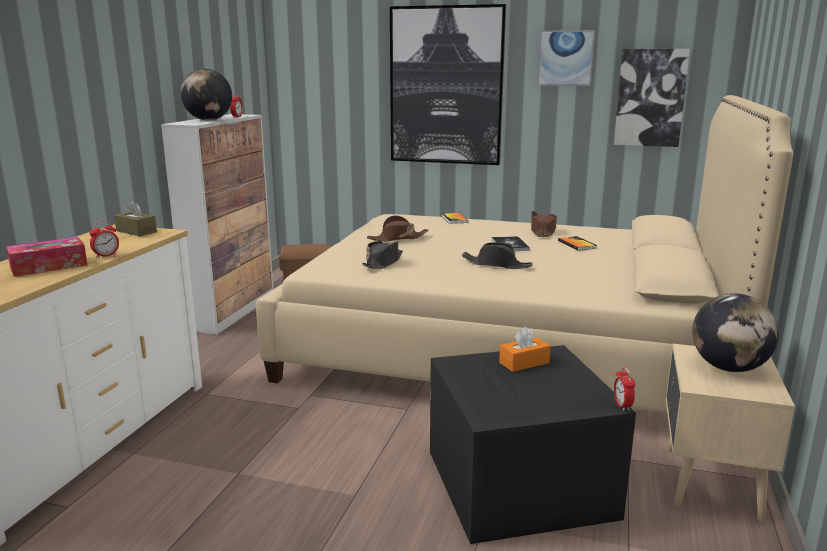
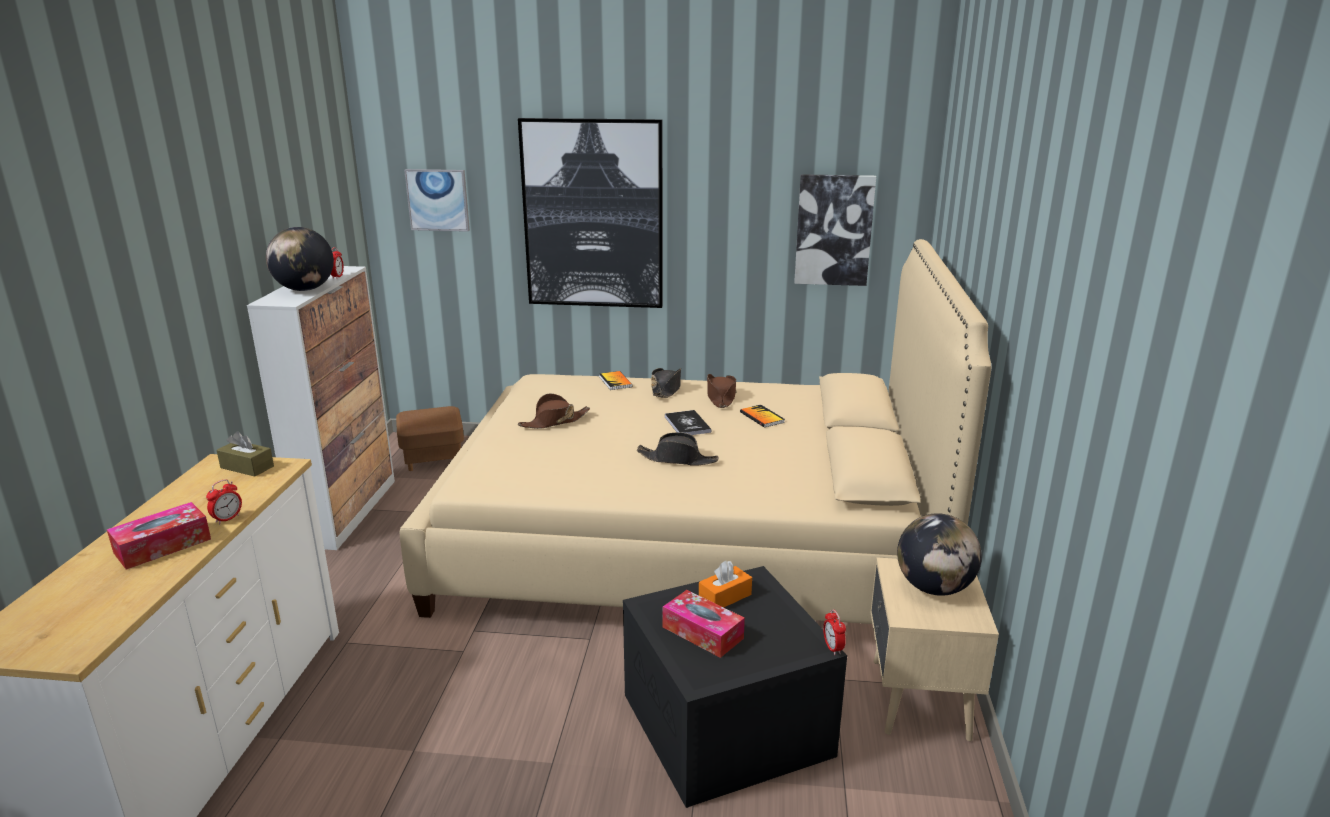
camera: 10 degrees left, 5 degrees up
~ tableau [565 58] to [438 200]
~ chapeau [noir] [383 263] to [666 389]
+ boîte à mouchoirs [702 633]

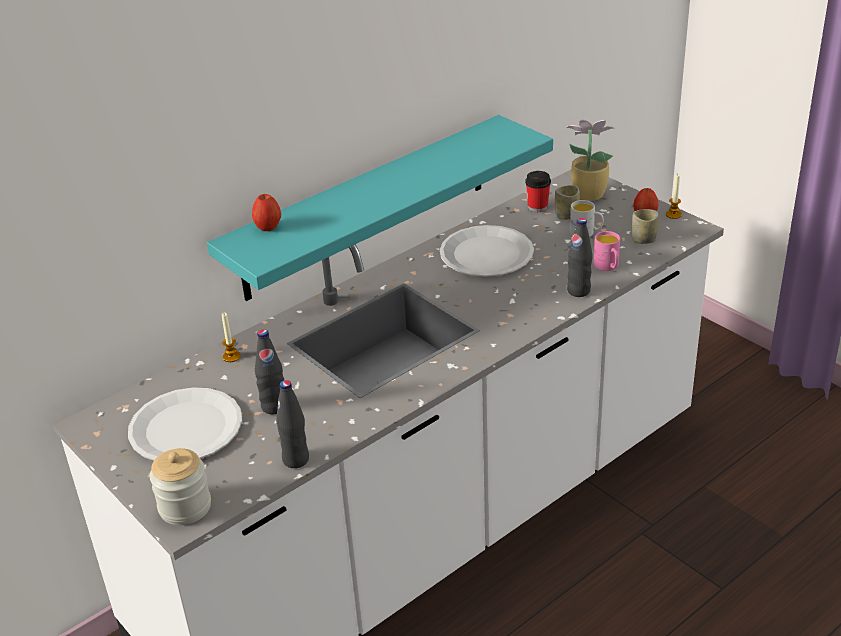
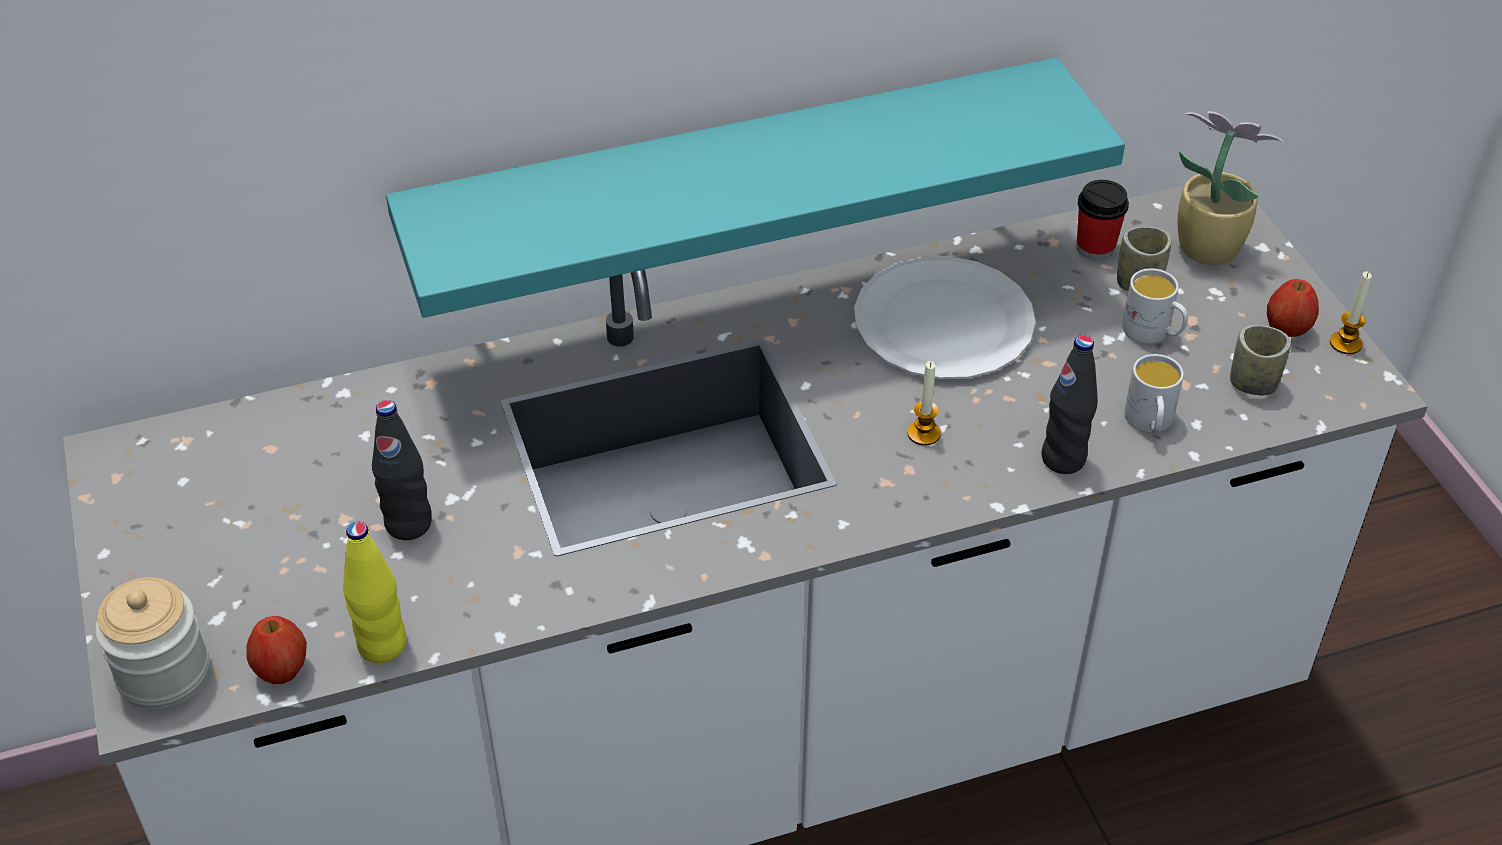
camera: 20 degrees right, 10 degrees up
~ pomme [268 227] to [282 671]
~ bouteille [noir] [296 459] to bouteille [jaune] [382 645]
~ bougie [231 356] to [923 433]
~ mug [rose] [608 267] to mug [blanc] [1149 423]
- assiette [blanc] [186 428]

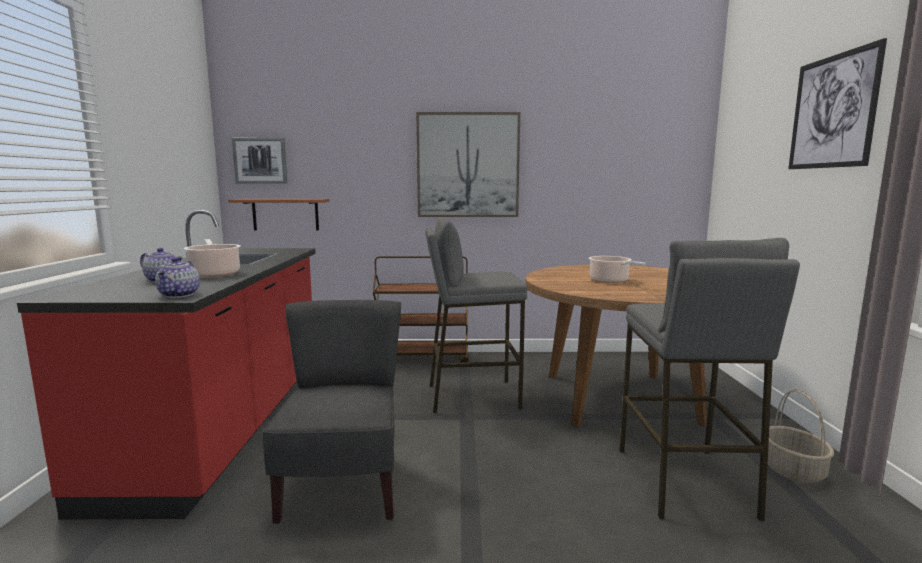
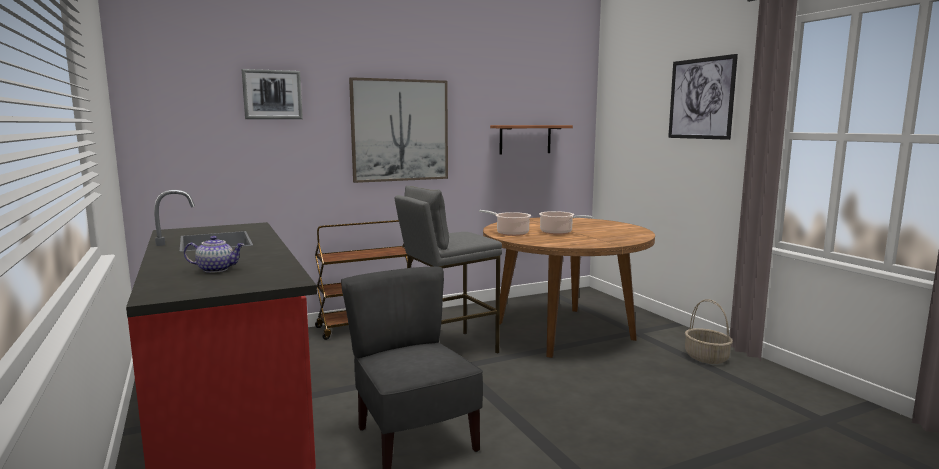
camera: 25 degrees left, 0 degrees up
~ tableau [260 161] to [272 94]
~ marmite [215 273] to [510 233]
~ étagère [285 214] to [525 139]
- théière [180 295]
- tabouret [gris] [684 482]

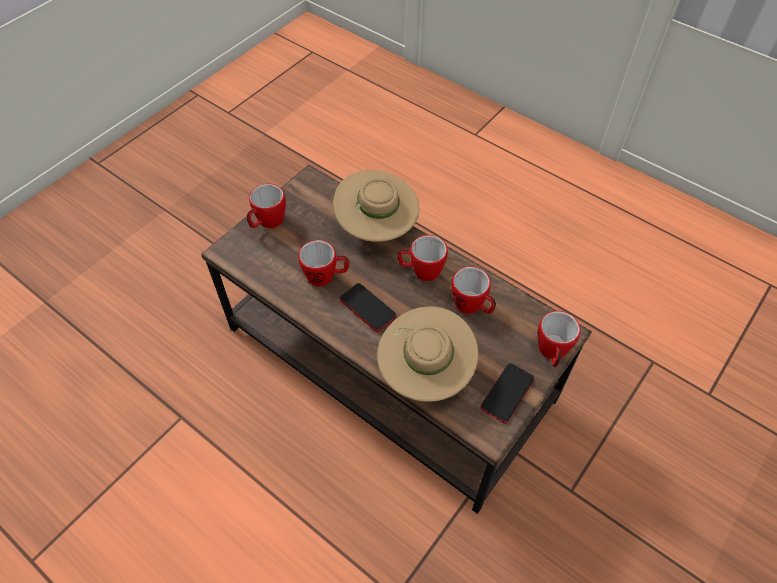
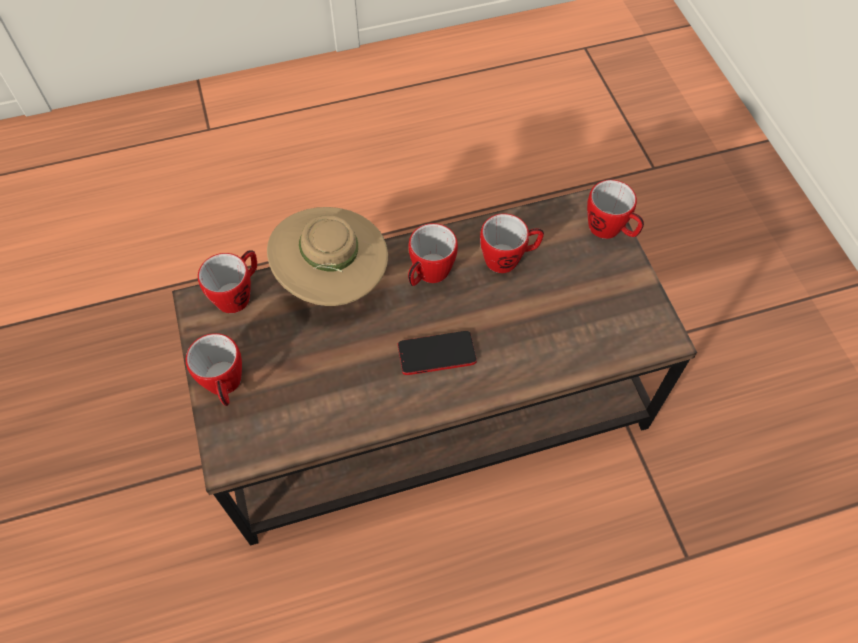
camera: 55 degrees left, 5 degrees up
~ mug [326 276] to [238 293]
- chapeau [beige] [425 372]
- téléphone [507 393]

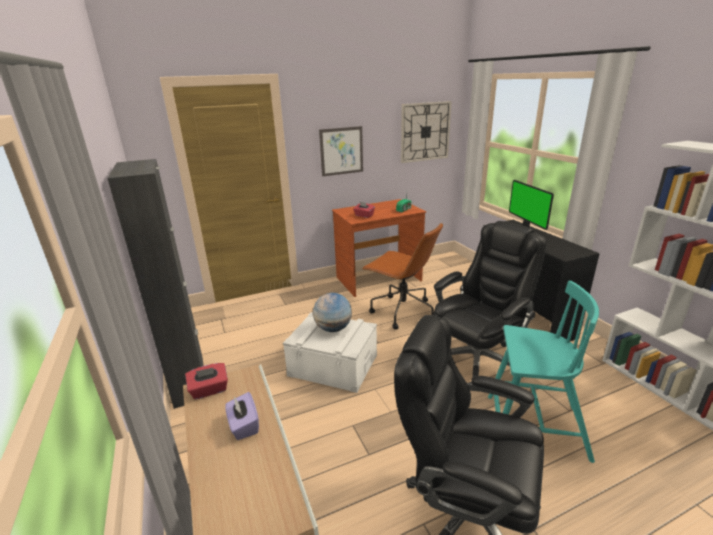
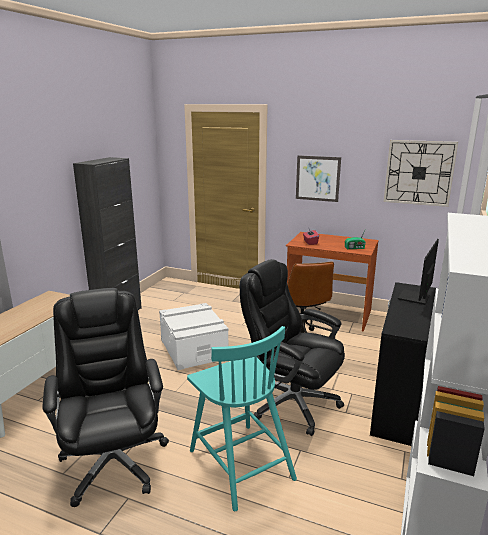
camera: 45 degrees right, 5 degrees down
~ chaise de bureau [noir] [478 359] = [291 403] 150 degrees counterclockwise
- boîte à mouchoirs [rouge] [209 390]
- boîte à mouchoirs [violet] [244 425]
- globe [333 329]

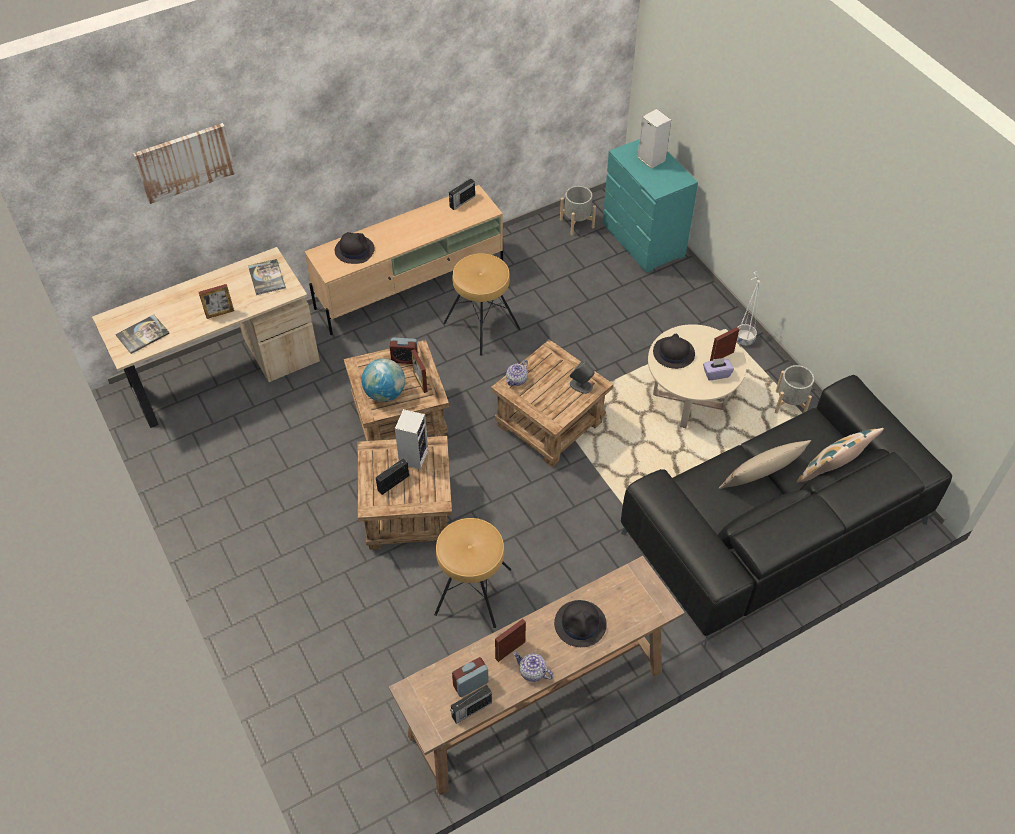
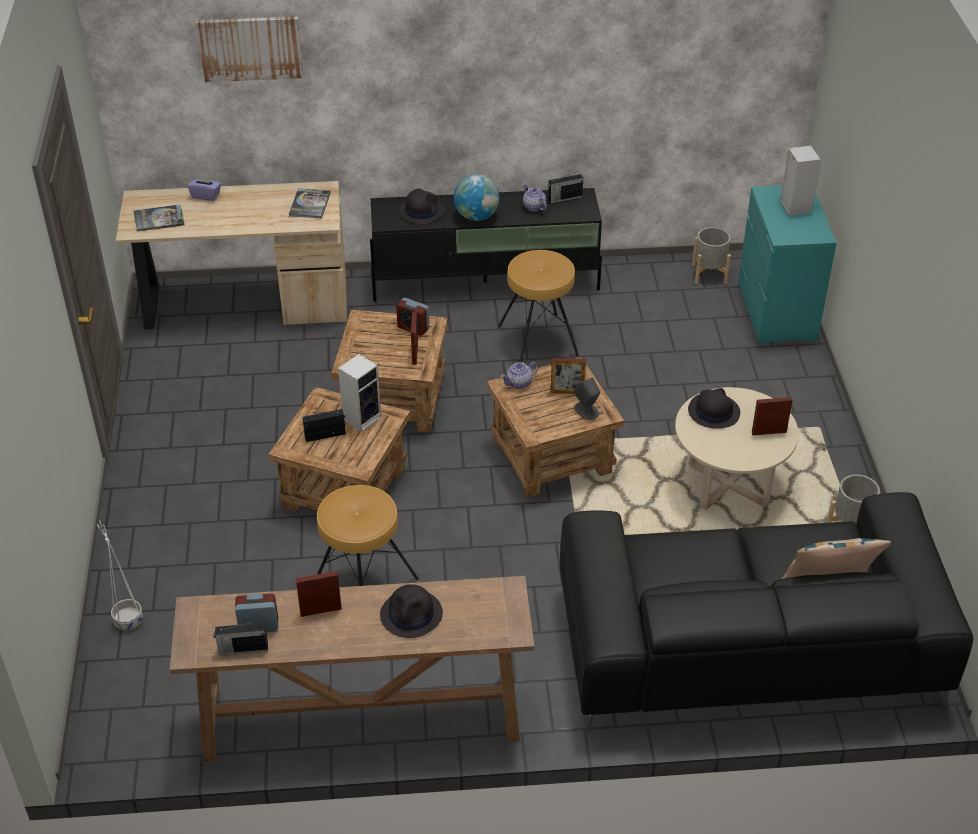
camera: 25 degrees right, 10 degrees down
~ cache-pot [blanc] [743 339] to [128 620]
~ boîte à mouchoirs [violet] [716 374] to [206 195]
~ meuble télé [beige] [411 286] to meuble télé [noir] [486 281]
~ globe [385 393] to [476 216]
~ théière [532 672] to [533 207]
~ cadre photo [220 313] to [567 392]
- coussin [beige] [761 476]

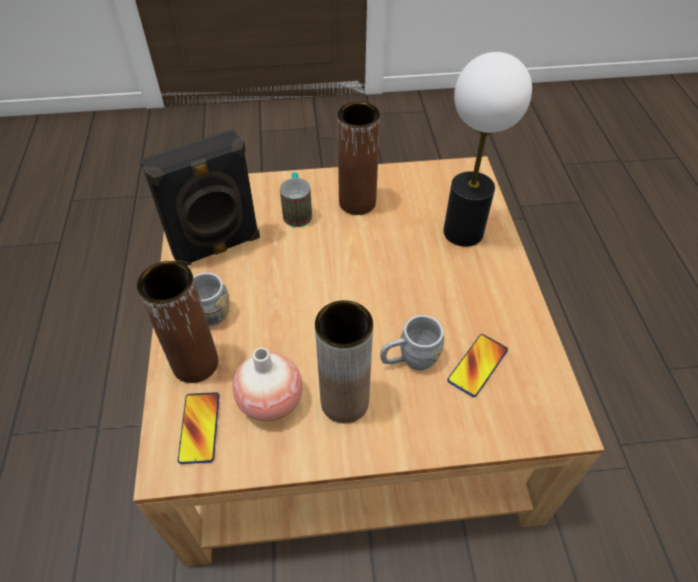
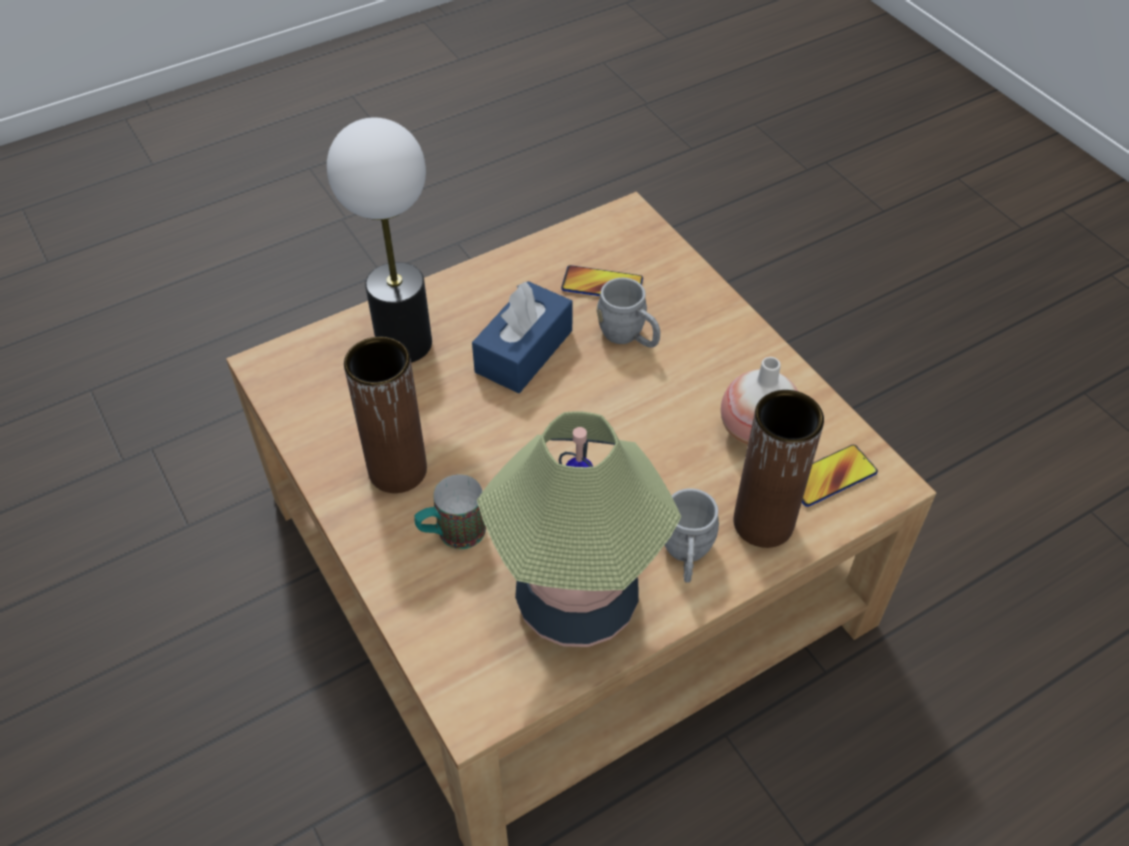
camera: 115 degrees left, 0 degrees up
+ boîte à mouchoirs [bleu] [524 351]
~ enceinte [noir] [217 248] to lampe de table [576 598]
- vase [marron] [344 402]

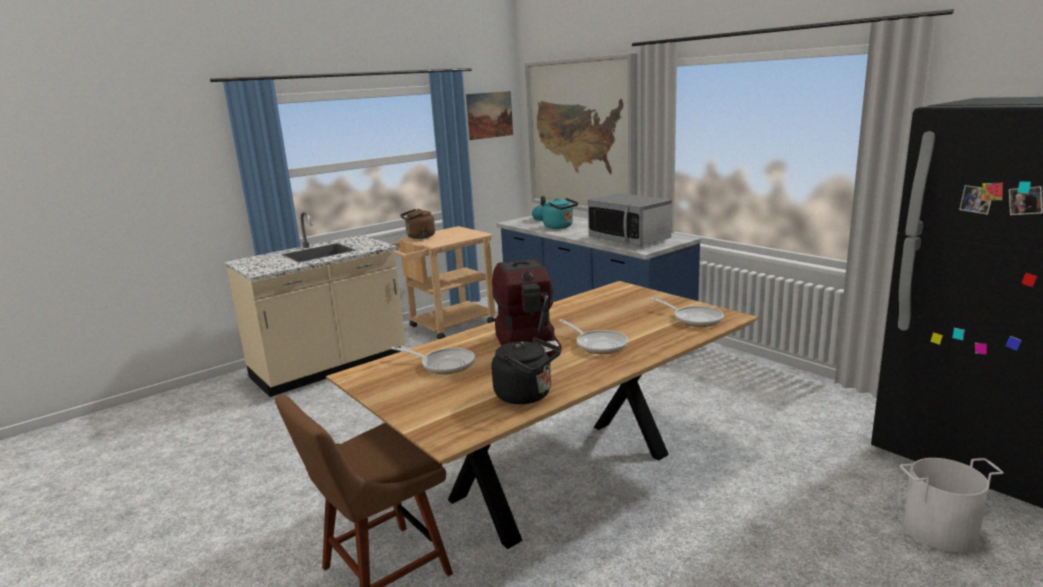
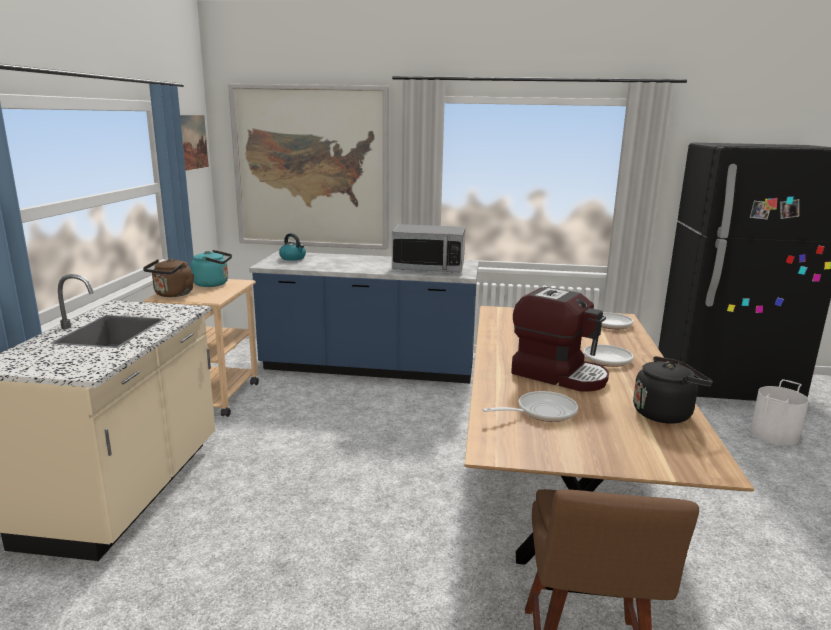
camera: 45 degrees left, 0 degrees up
~ bouilloire [turquoise] [560 227] to [213 284]

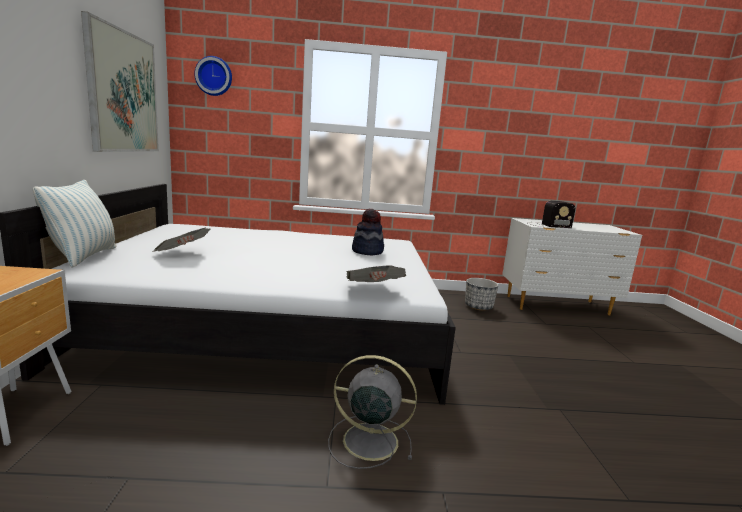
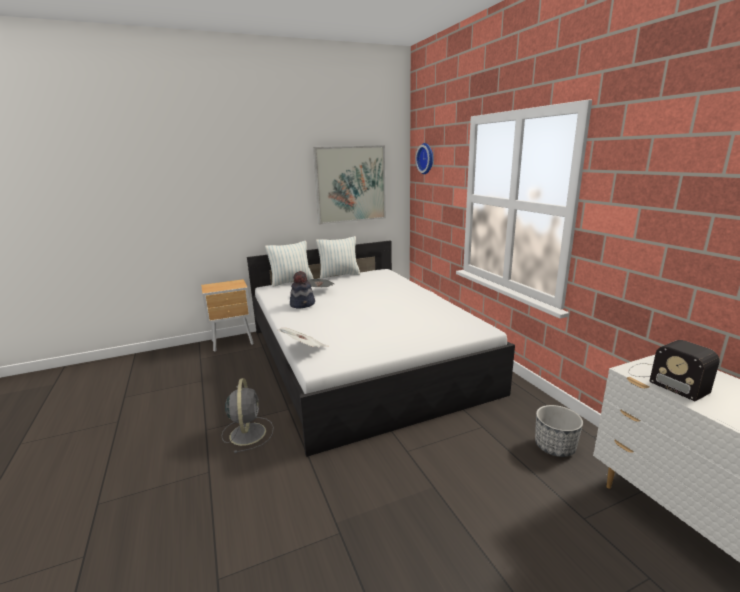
camera: 70 degrees right, 5 degrees up
~ chapeau [367 251] to [303 304]
+ coussin [339 275]

